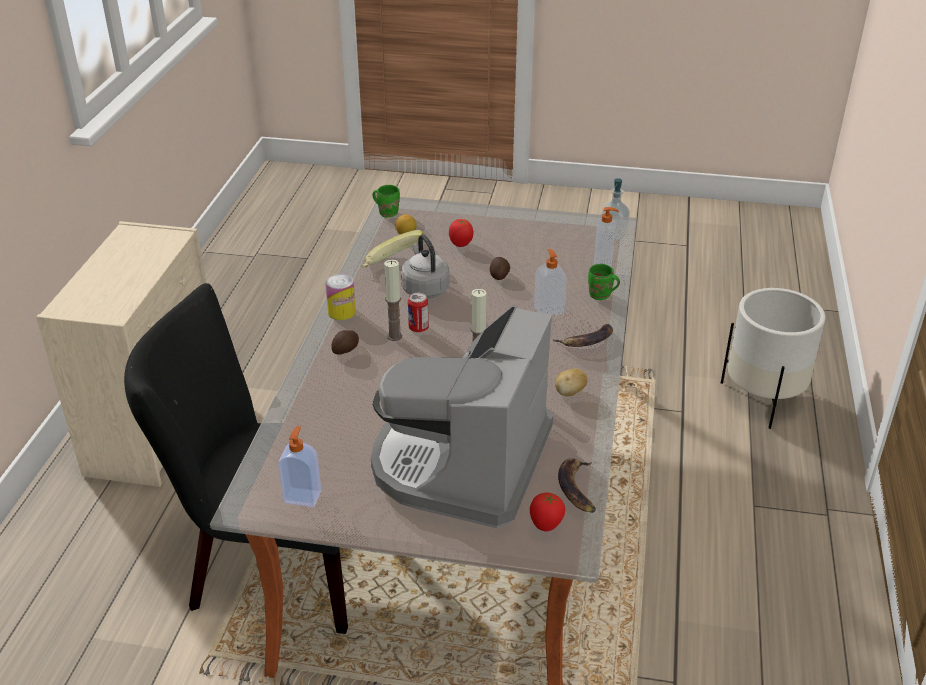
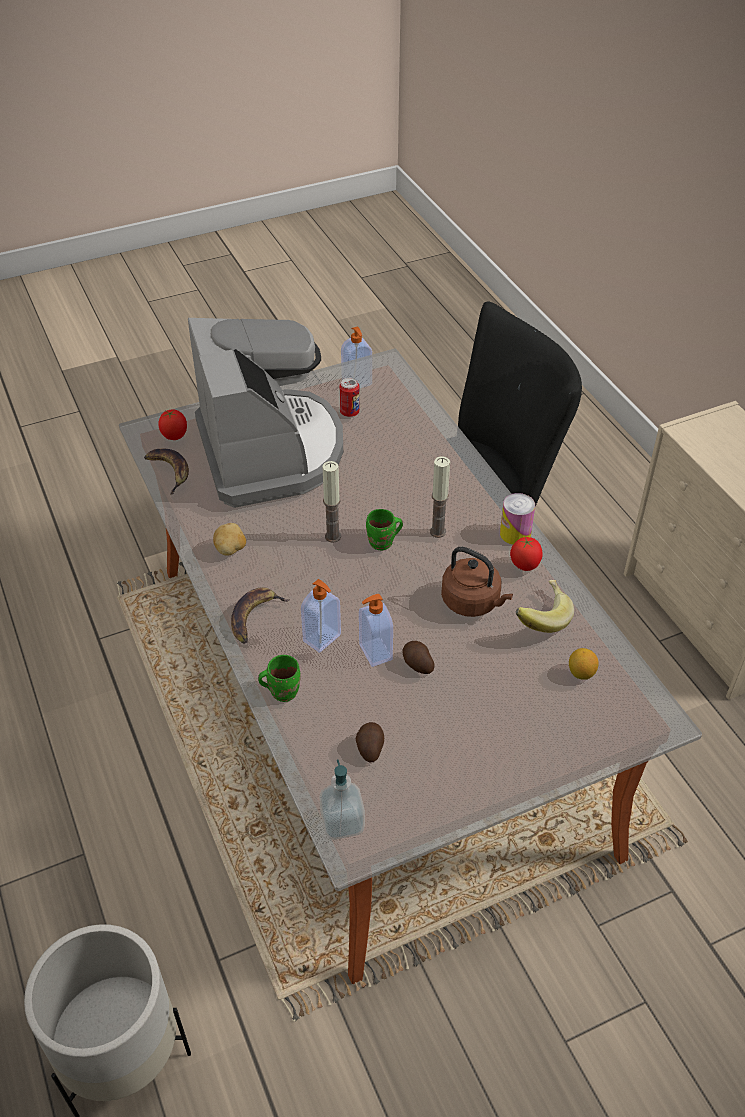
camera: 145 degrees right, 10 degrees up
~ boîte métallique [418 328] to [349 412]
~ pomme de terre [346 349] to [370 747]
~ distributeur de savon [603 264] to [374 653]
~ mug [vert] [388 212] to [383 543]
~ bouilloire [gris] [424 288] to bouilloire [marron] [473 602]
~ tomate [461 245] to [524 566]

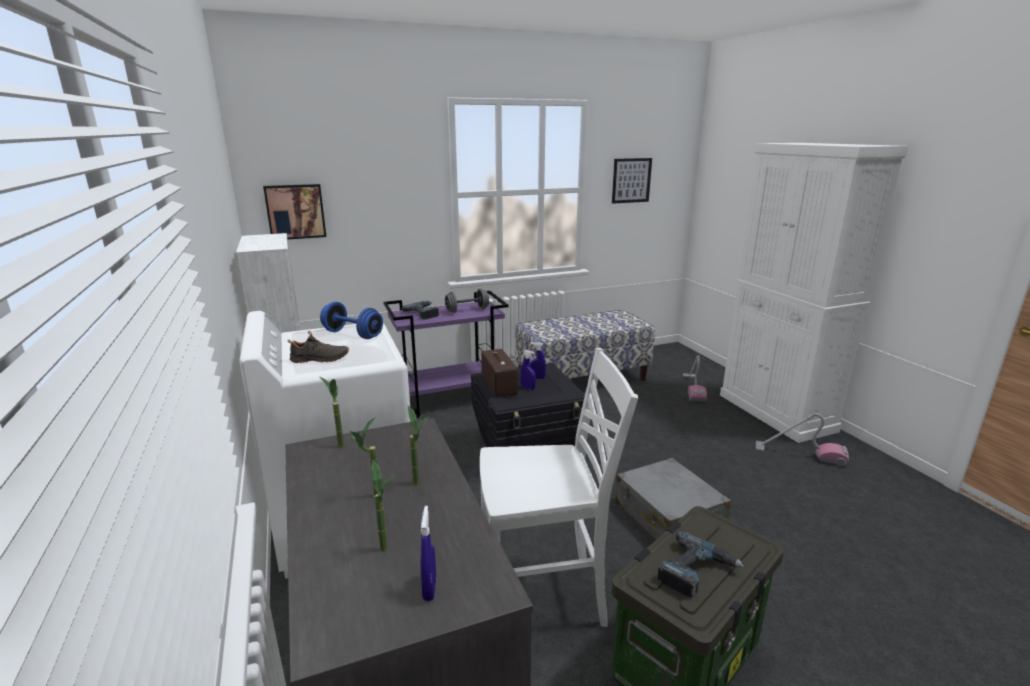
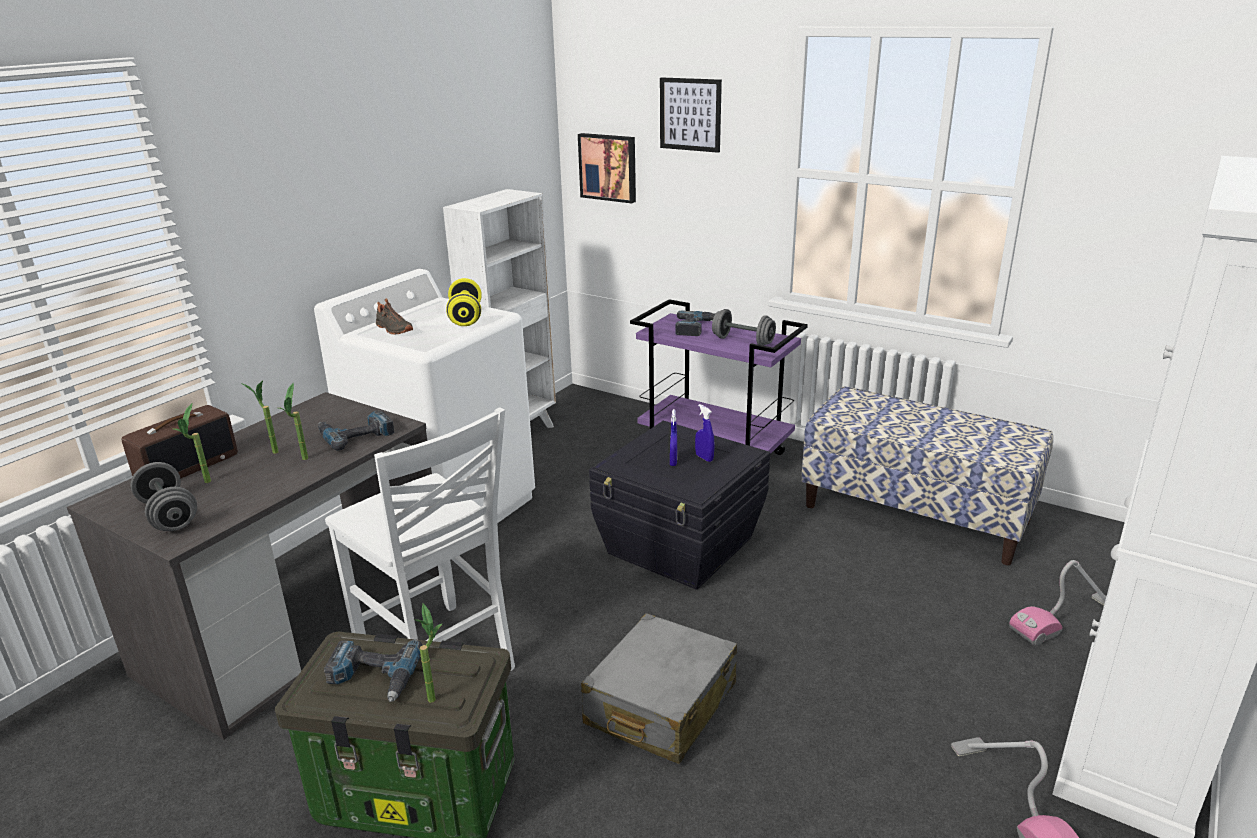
camera: 55 degrees right, 5 degrees up
~ radio [498 385] to [187 466]
~ vaporisateur [bleu] [429 589] to haltère [gris] [169 515]
+ perceuse [356 435]
~ plante en pot [338 444] to [434 694]
~ haltère [bleu] [353 334] to haltère [jaune] [466 317]
~ tableau [631 180] to [690 114]

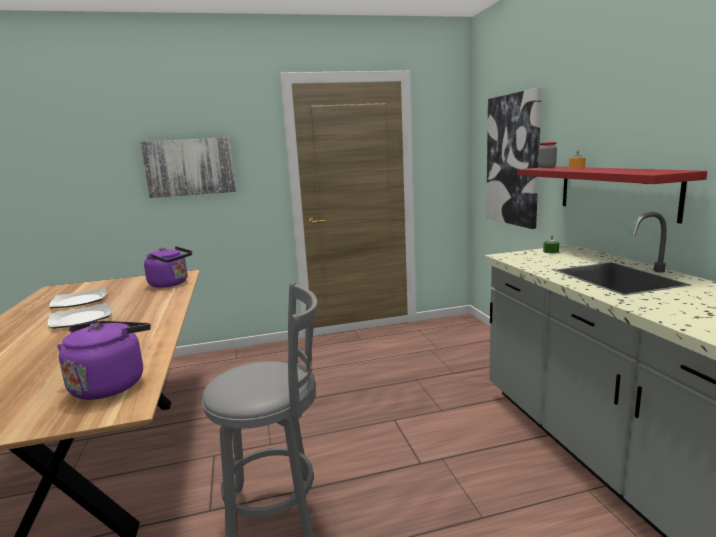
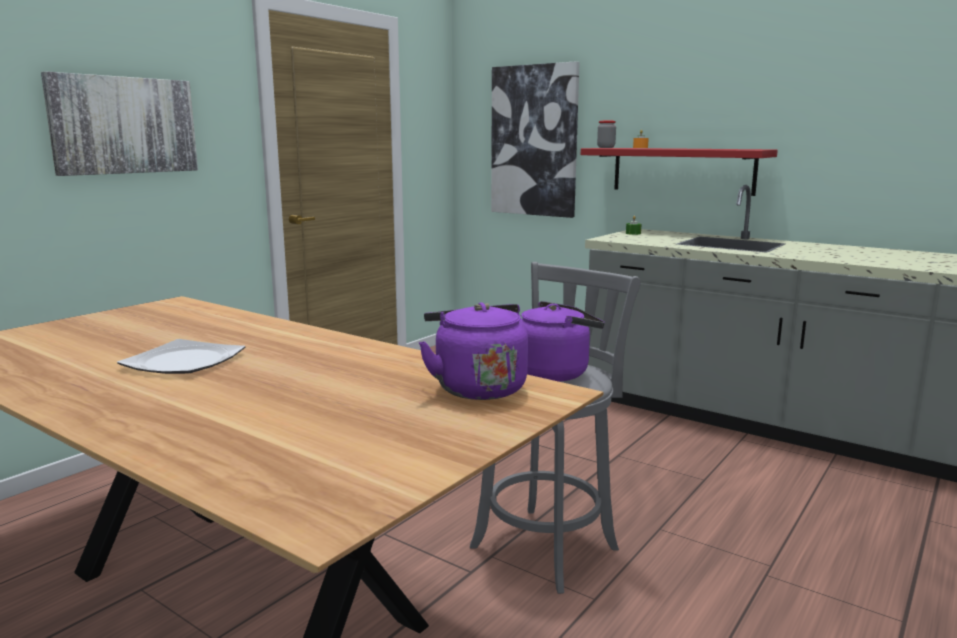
camera: 40 degrees left, 0 degrees up
~ bouilloire [violet] [171 284] to [555 373]
- assiette [79 301]

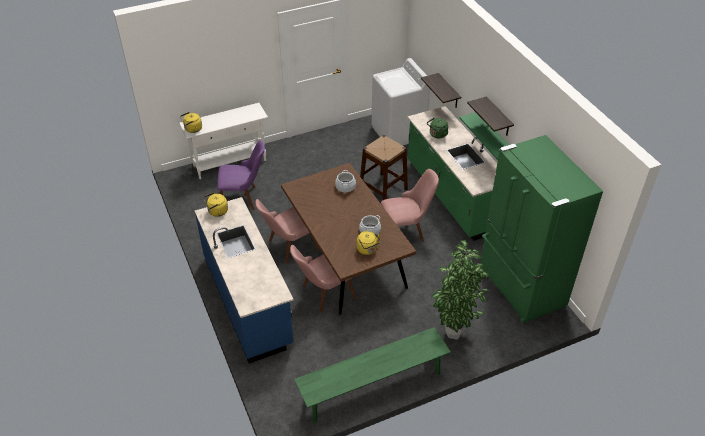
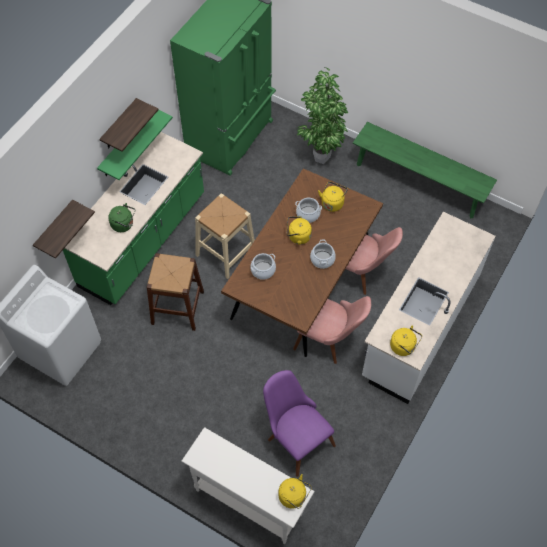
camera: 125 degrees left, 15 degrees up
~ chaise [rose] [406 231] to tabouret [beige] [226 252]
+ bouilloire [jaune] [298 236]
+ marmite [322 259]
~ comptoir de cuisine [bleu] [248 301] to comptoir de cuisine [blanc] [420 326]

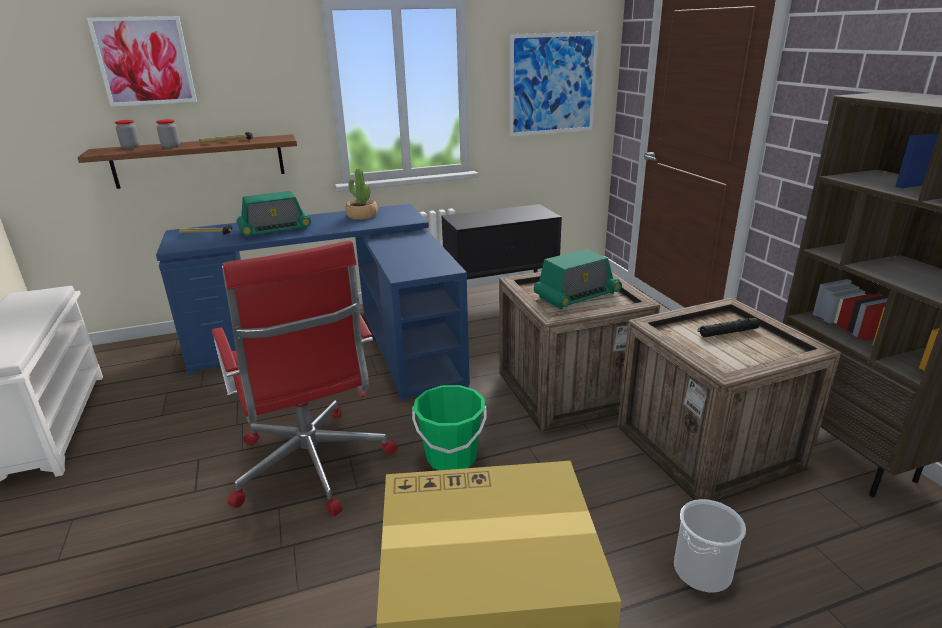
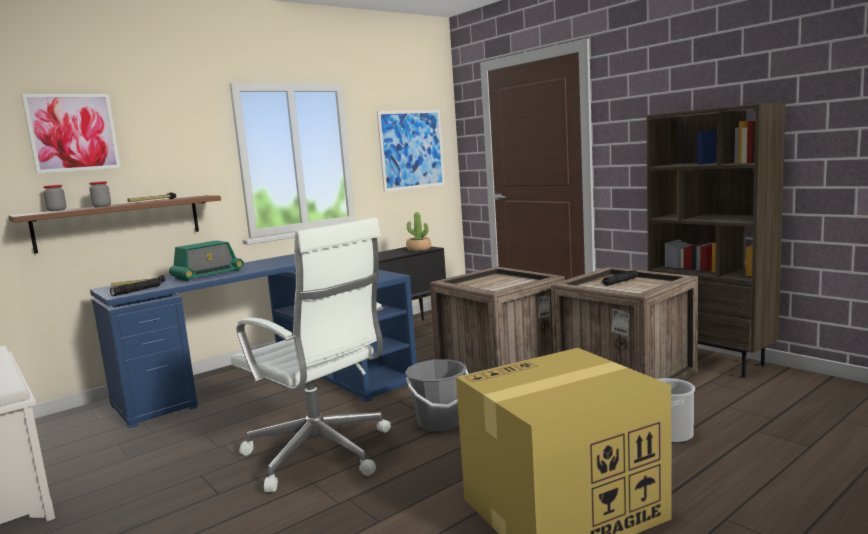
camera: 20 degrees left, 15 degrees down
+ lampe de poche [noir] [137 291]
~ chaise de bureau [rouge] [312 467] to chaise de bureau [blanc] [321 454]
~ seau [vert] [451 457] to seau [gris] [440 422]
~ plante en pot [362 216] to [418 249]
- radio [576 295]

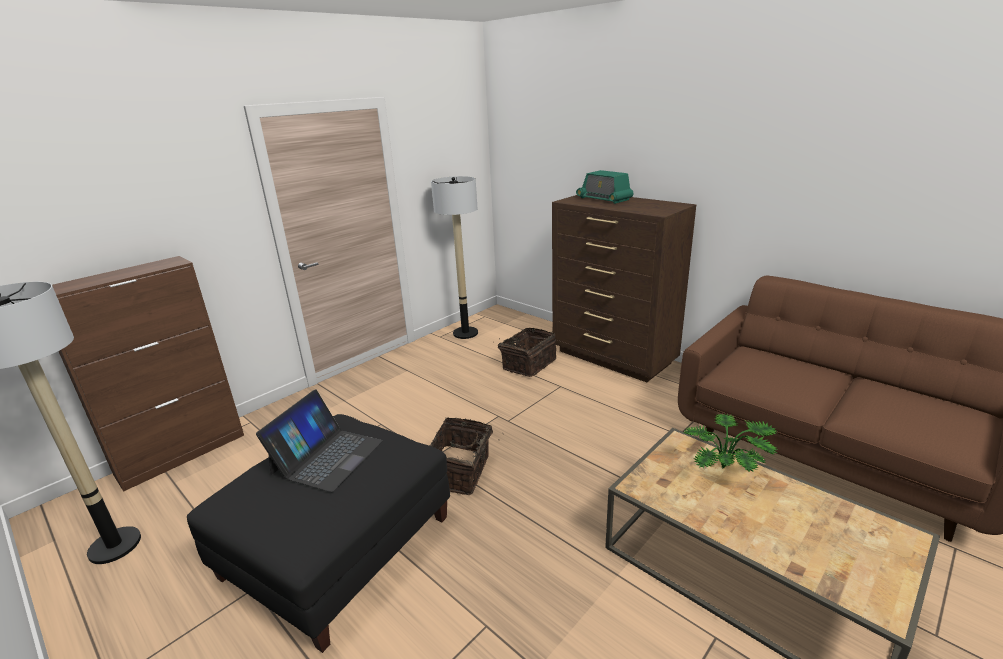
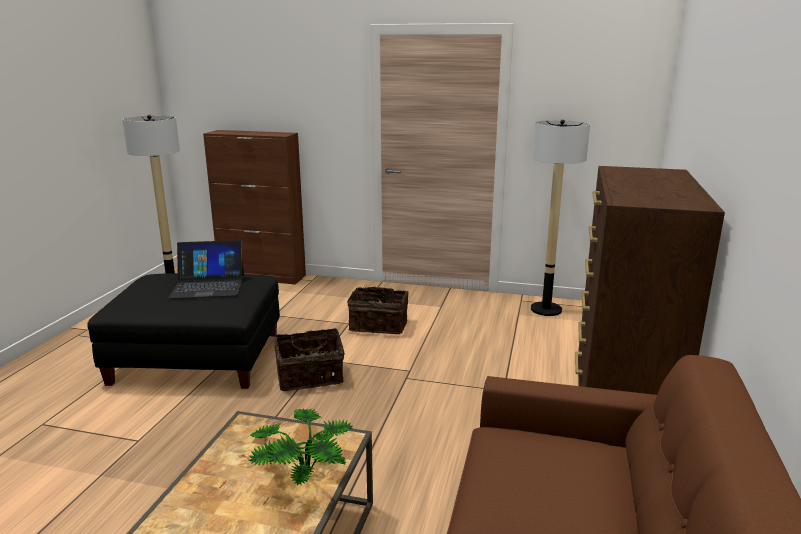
camera: 60 degrees right, 5 degrees down
~ panier [528 364] to [379 325]
- radio [604 199]

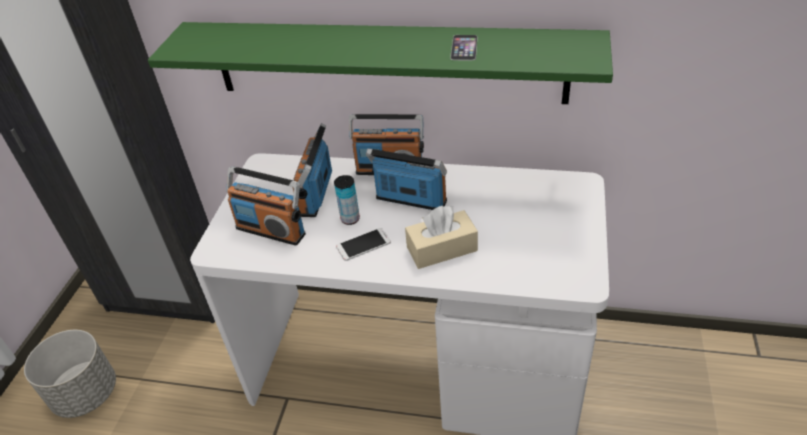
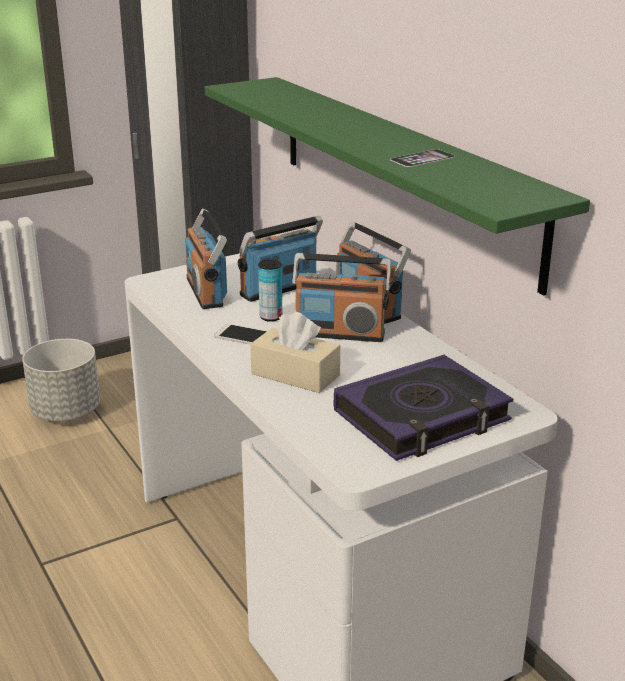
camera: 45 degrees right, 15 degrees down
~ radio [410 200] = [340 333] 120 degrees clockwise
+ livre [422 417]

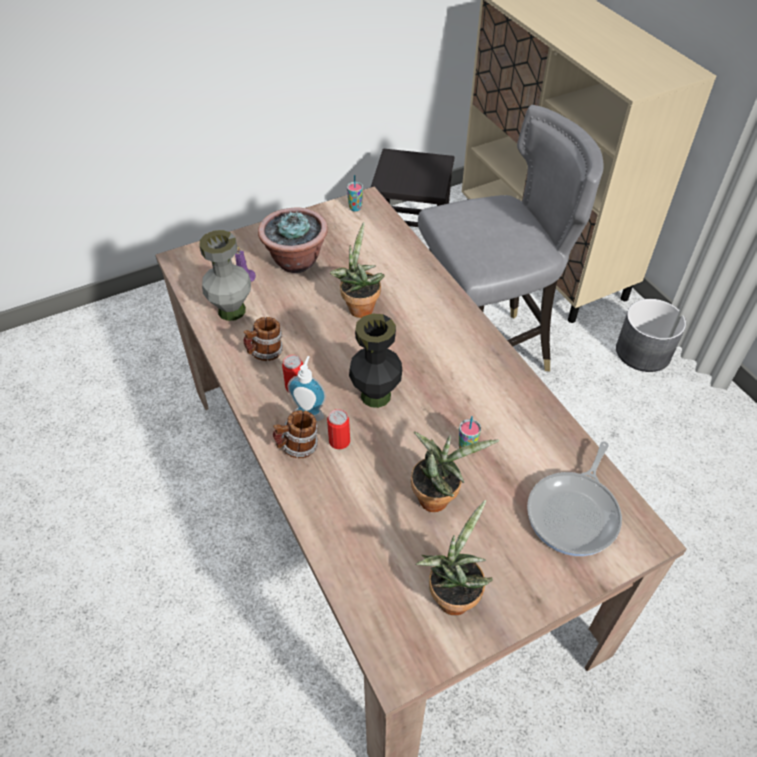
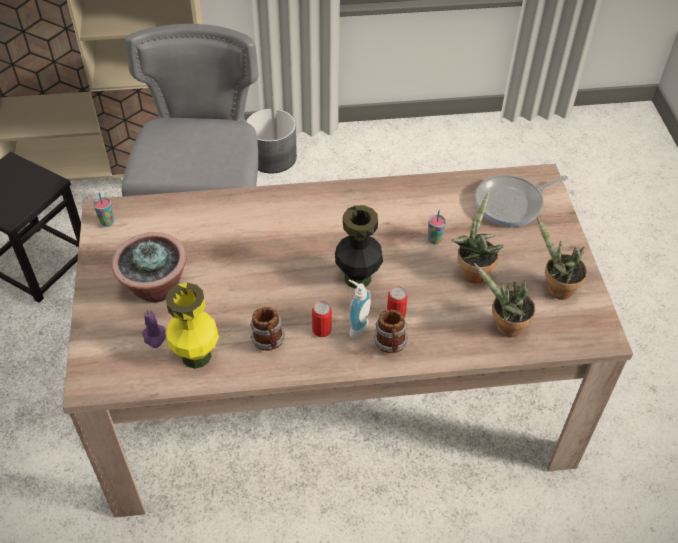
camera: 70 degrees left, 0 degrees up
~ vase [gris] [231 310] to vase [jaune] [196 356]
~ plante en pot [359 306] to [504 327]
~ poêle [575 513] = [512 203] 105 degrees clockwise

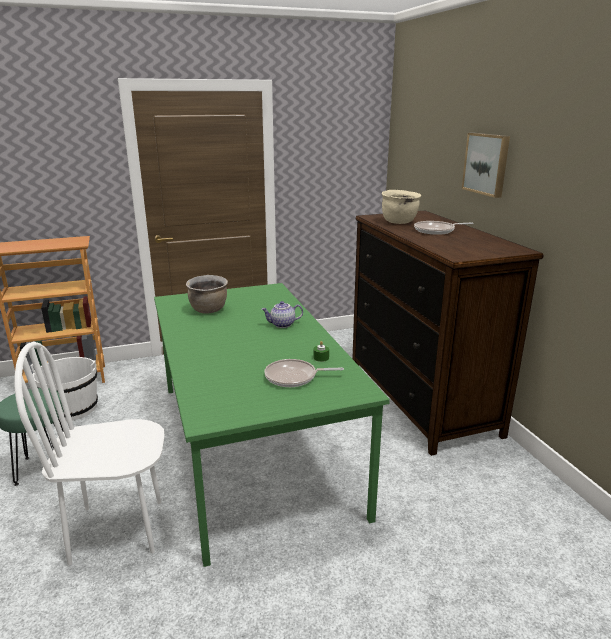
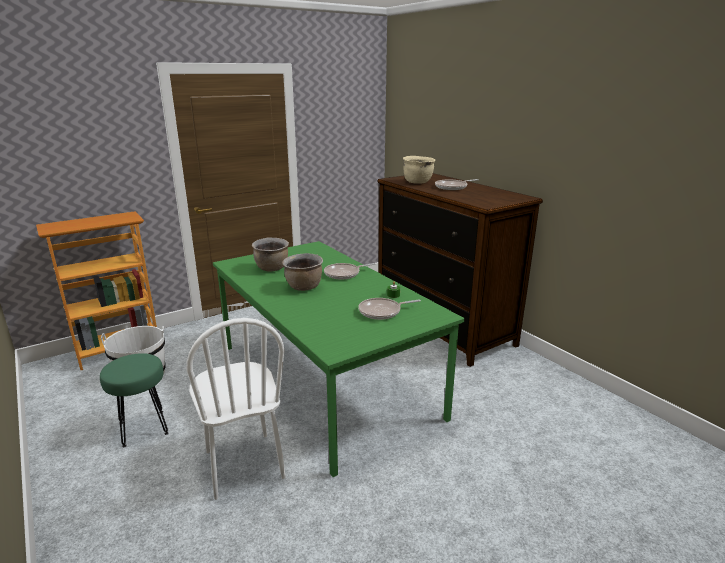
camera: 15 degrees left, 0 degrees up
~ chaise [blanc] [117 530] = [243 464] 90 degrees counterclockwise
+ marmite [marron] [304 287]
~ théière [282 325] to poêle [344 274]
- tableau [487 164]

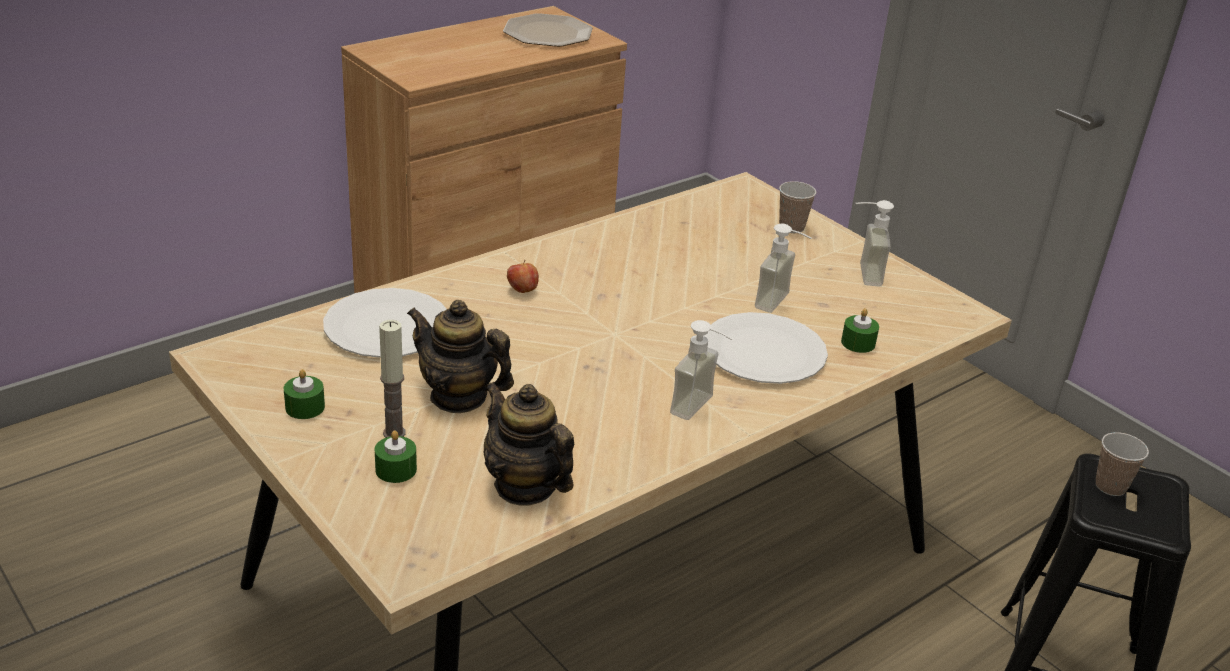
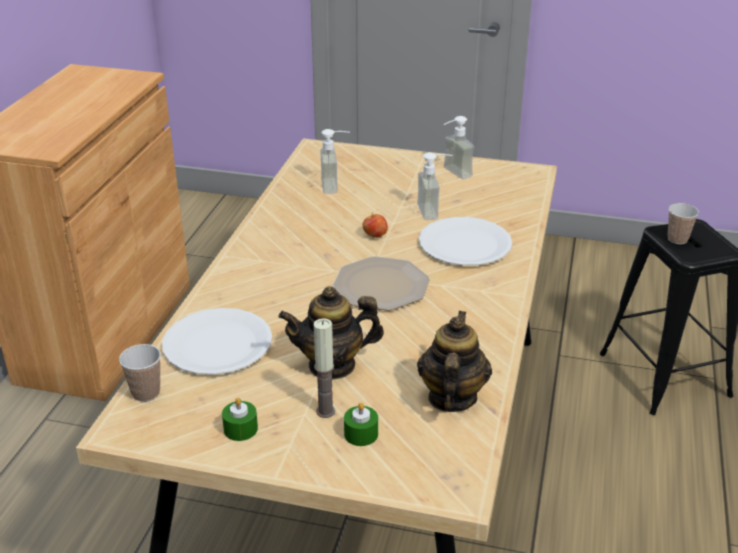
camera: 35 degrees left, 0 degrees up
~ tasse [791 227] to [146 393]
~ distributeur de savon [701 409] to [336 186]
~ assiette [548 33] to [380 285]
~ pomme [522 290] to [375 236]
~ théière [525 486] = [451 397] 90 degrees clockwise
- bougie [vert] [858 343]

